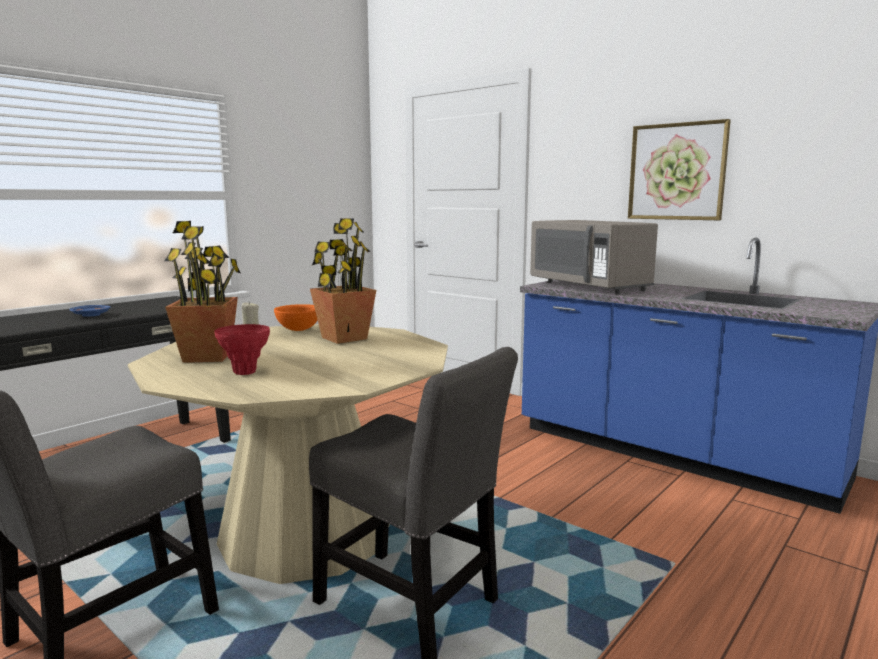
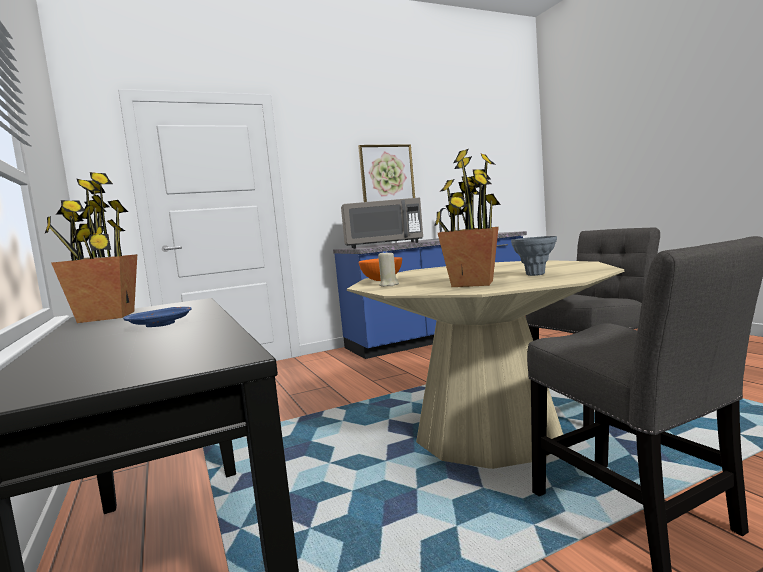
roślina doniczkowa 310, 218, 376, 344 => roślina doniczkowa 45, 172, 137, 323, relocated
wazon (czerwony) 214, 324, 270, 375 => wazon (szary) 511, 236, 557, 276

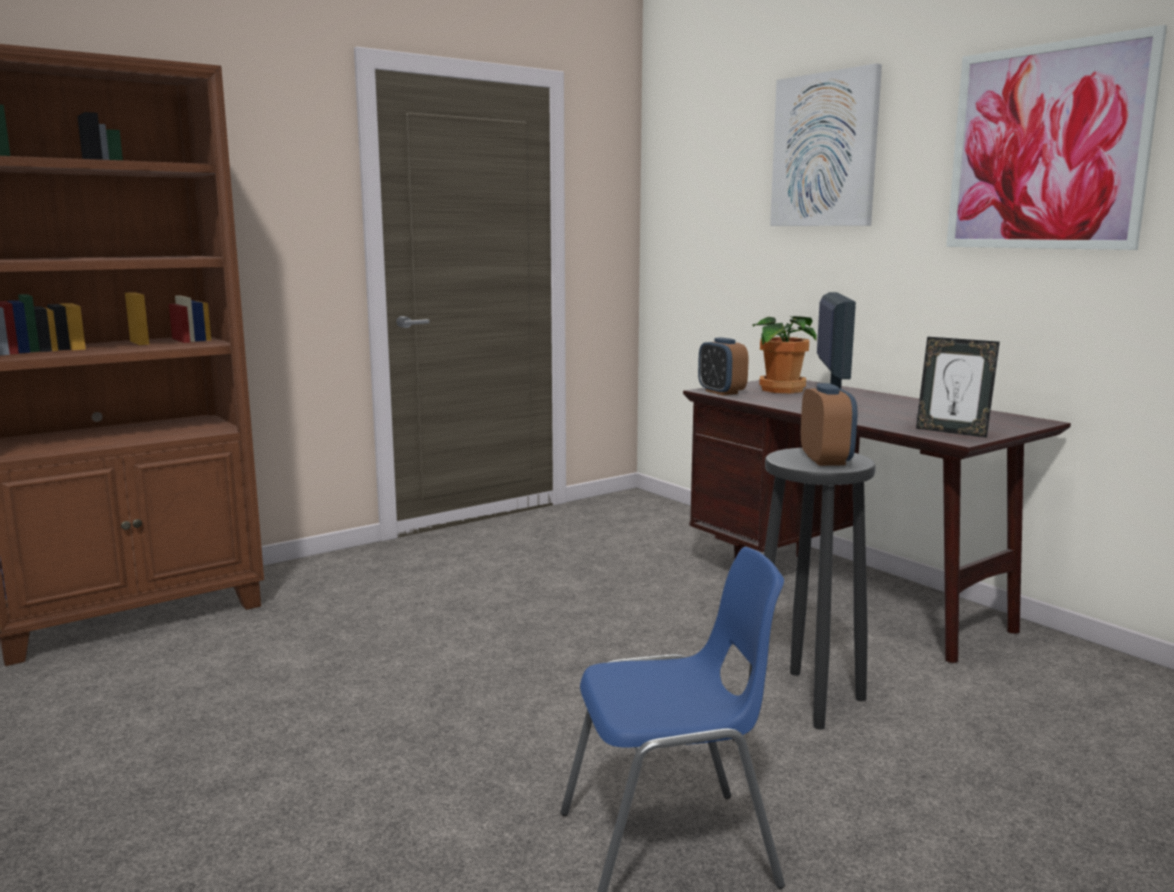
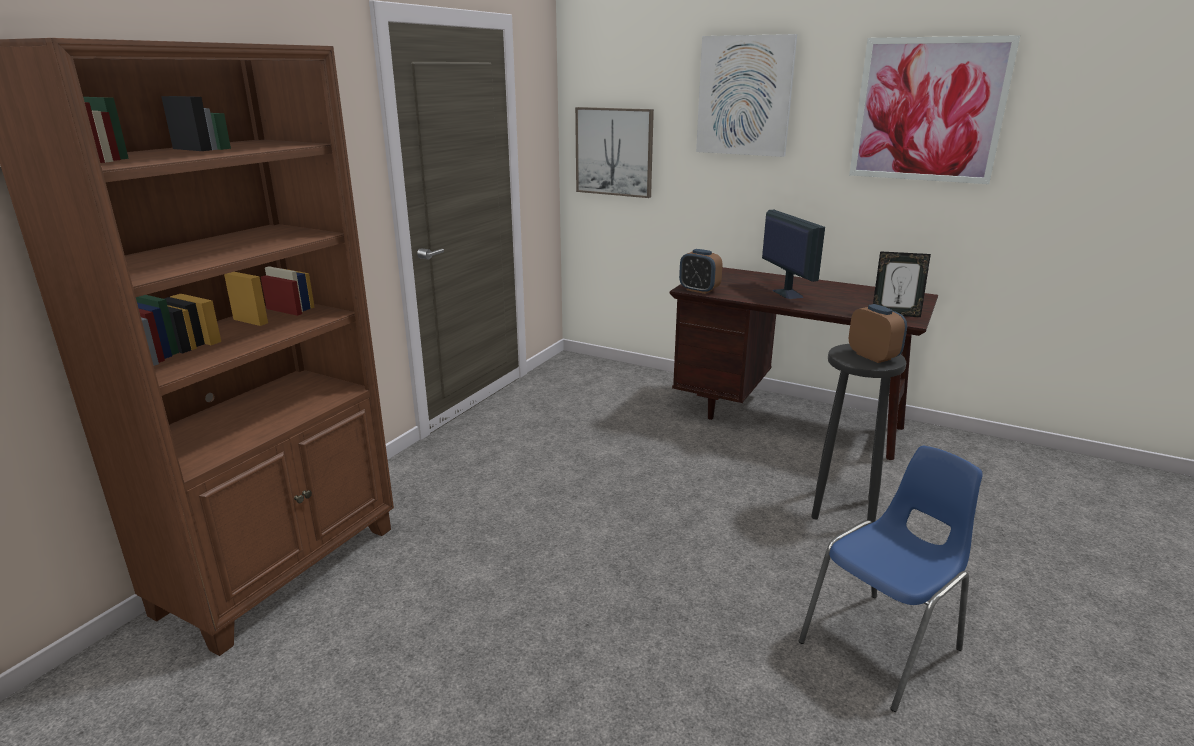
roślina doniczkowa 753, 316, 817, 393 => nothing
nothing => obraz 575, 107, 654, 198

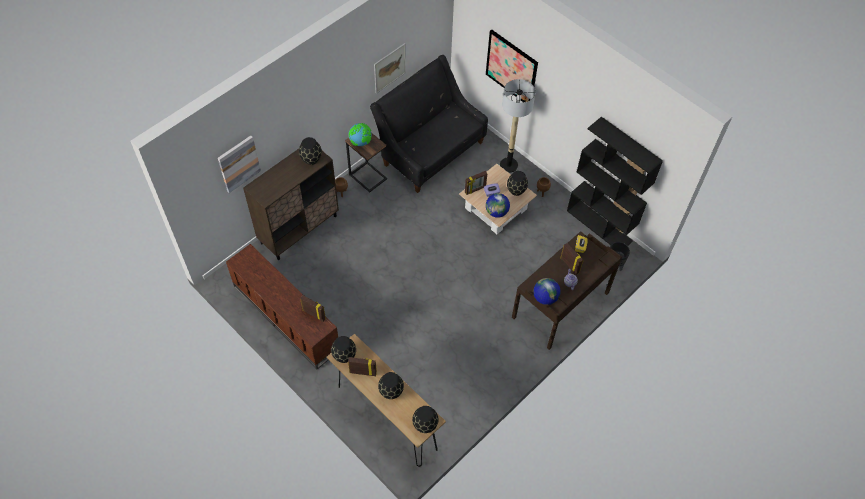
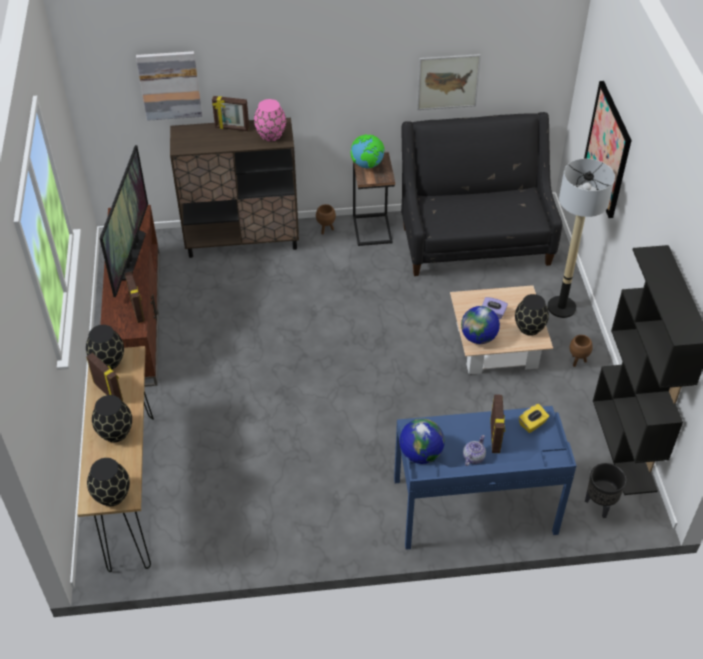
nothing => telewizor 100, 145, 148, 297
ramka na zdjęcie 465, 171, 487, 195 => ramka na zdjęcie 212, 96, 249, 131, relocated
wazon (czarny) 299, 137, 322, 165 => wazon (różowy) 254, 99, 286, 141
biurko (brązowy) 512, 231, 622, 350 => biurko (niebieski) 394, 406, 576, 550

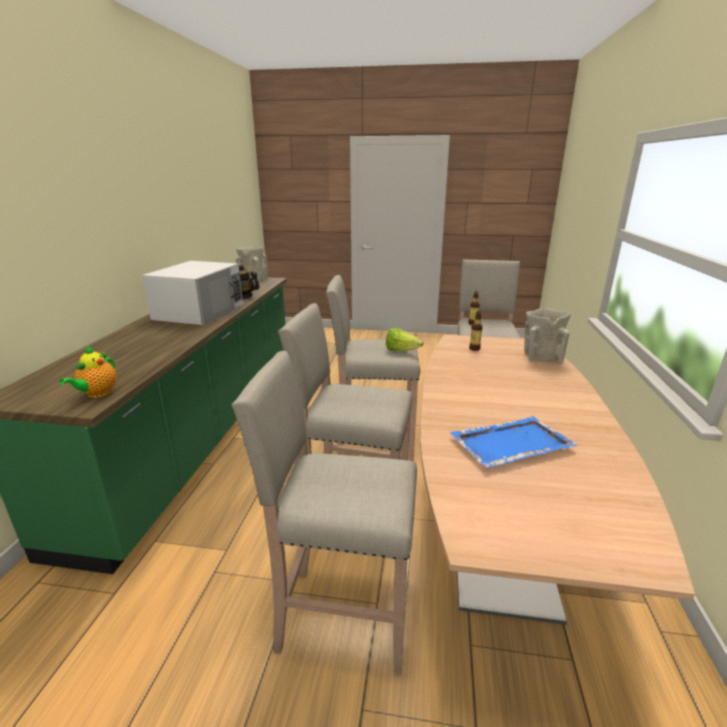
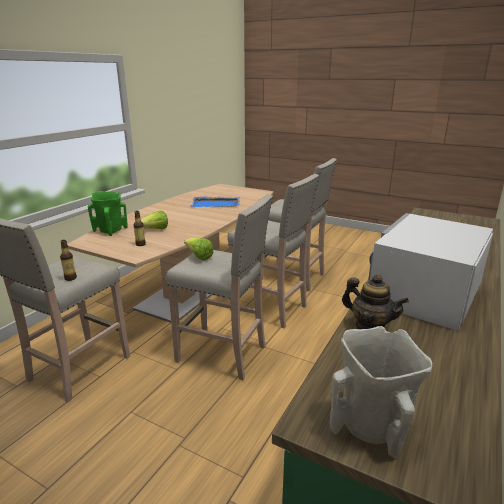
imbryk 59, 346, 117, 398 => nothing
nothing => sałata 141, 211, 168, 229
wazon (beżowy) 524, 308, 571, 364 => wazon (zielony) 88, 191, 128, 236

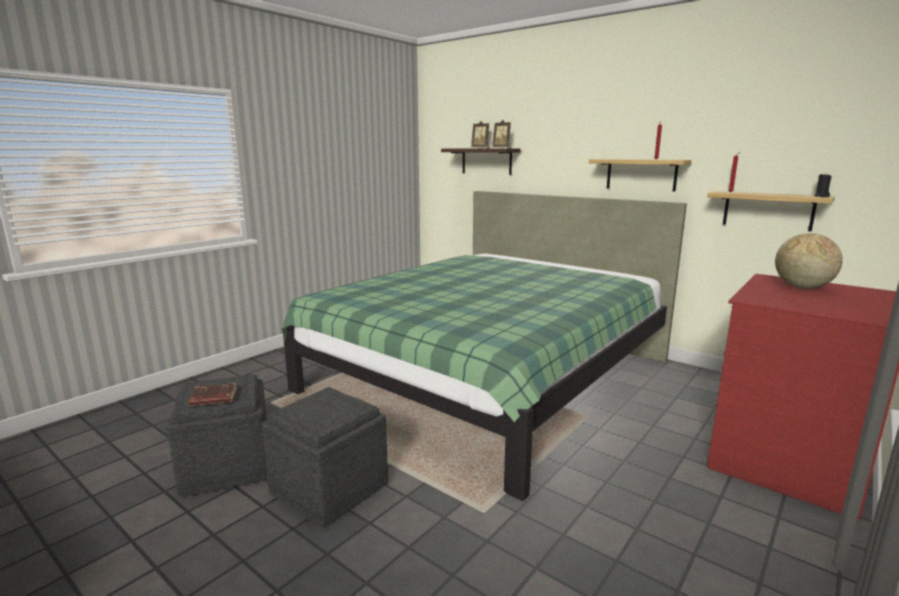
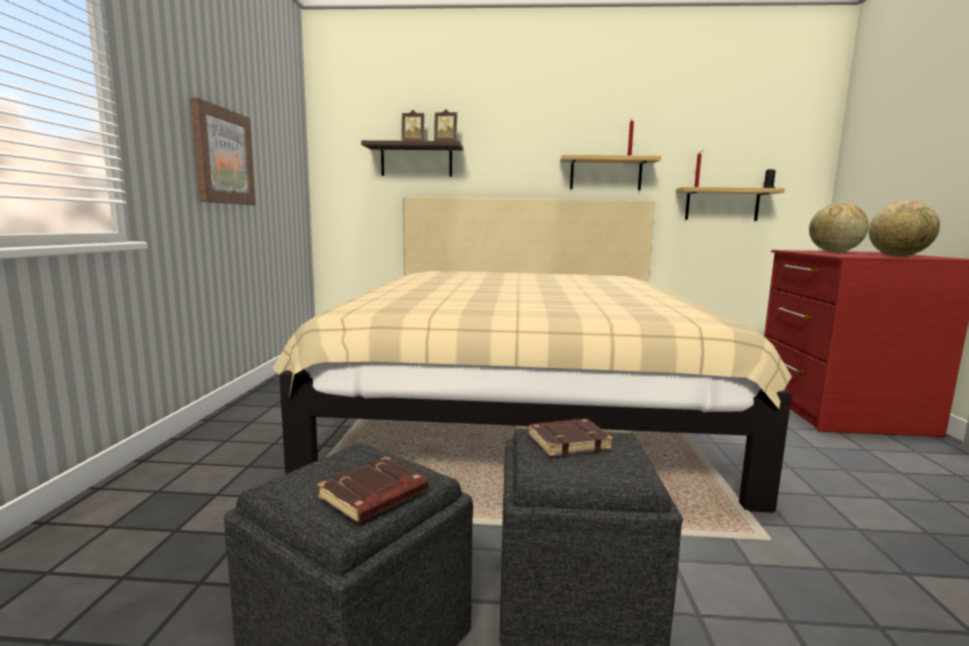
nothing => obraz 191, 98, 256, 205
nothing => książka (brązowy) 528, 419, 613, 457
nothing => globus 868, 200, 940, 256
łóżko (zielony) 282, 191, 687, 501 => łóżko (beżowy) 273, 197, 792, 513

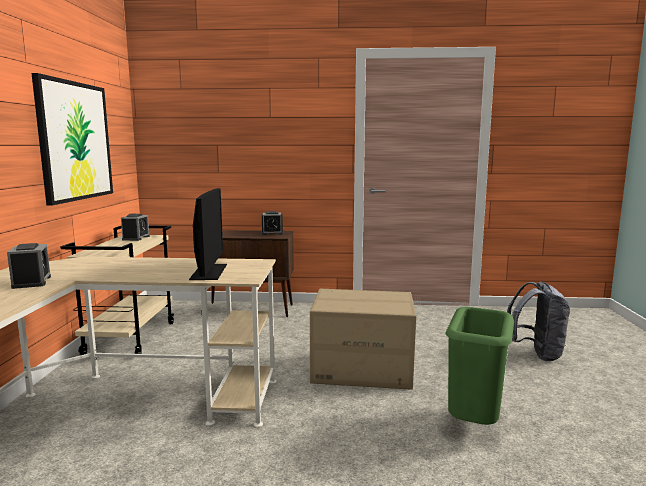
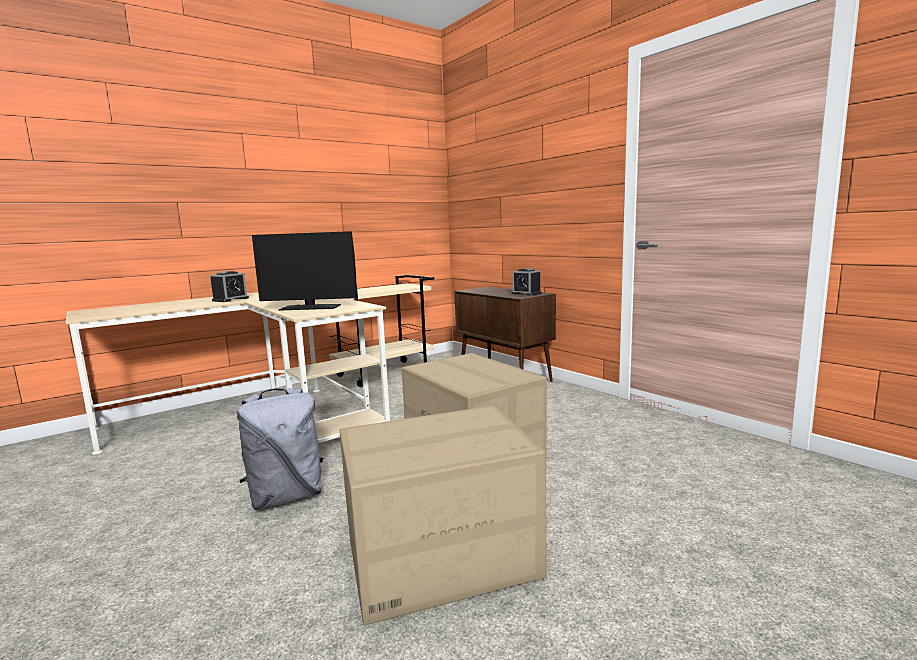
obraz 32, 73, 113, 206 => nothing
budzik 121, 214, 150, 241 => nothing
plecak (szary) 507, 282, 570, 361 => plecak (szary) 237, 388, 323, 510, relocated
kosz na śmieci (zielony) 445, 307, 514, 425 => karton 339, 405, 547, 625
monitor 189, 188, 227, 280 => monitor 252, 231, 357, 311, 45 degrees clockwise

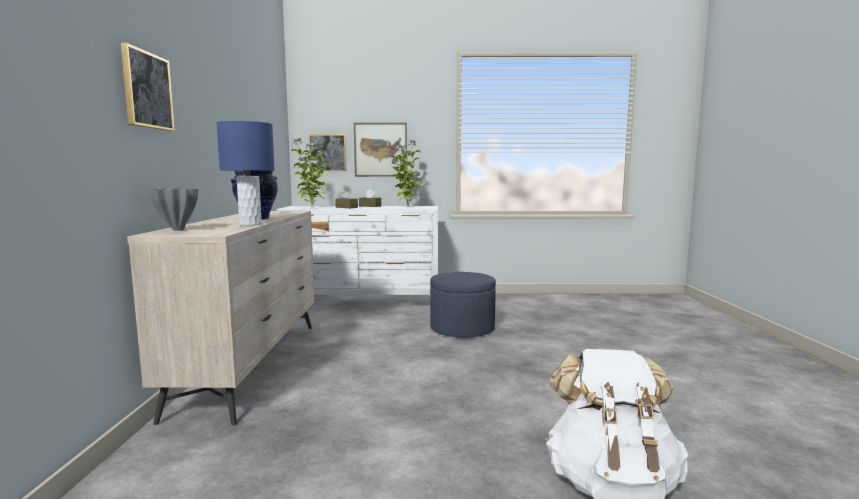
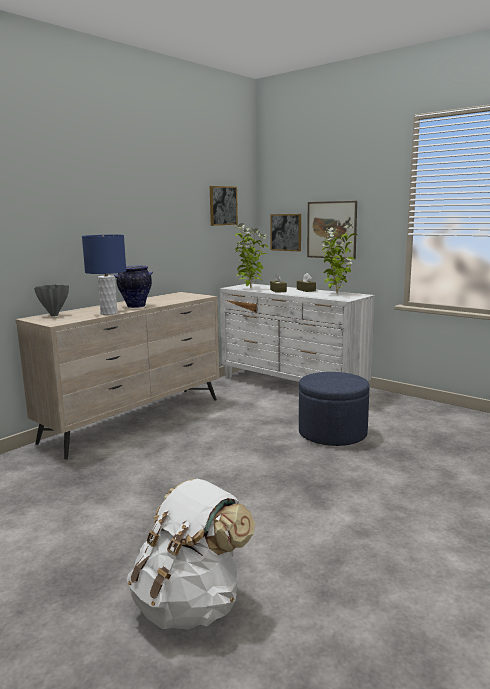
obraz 121, 43, 175, 131 => obraz 210, 186, 238, 226, relocated

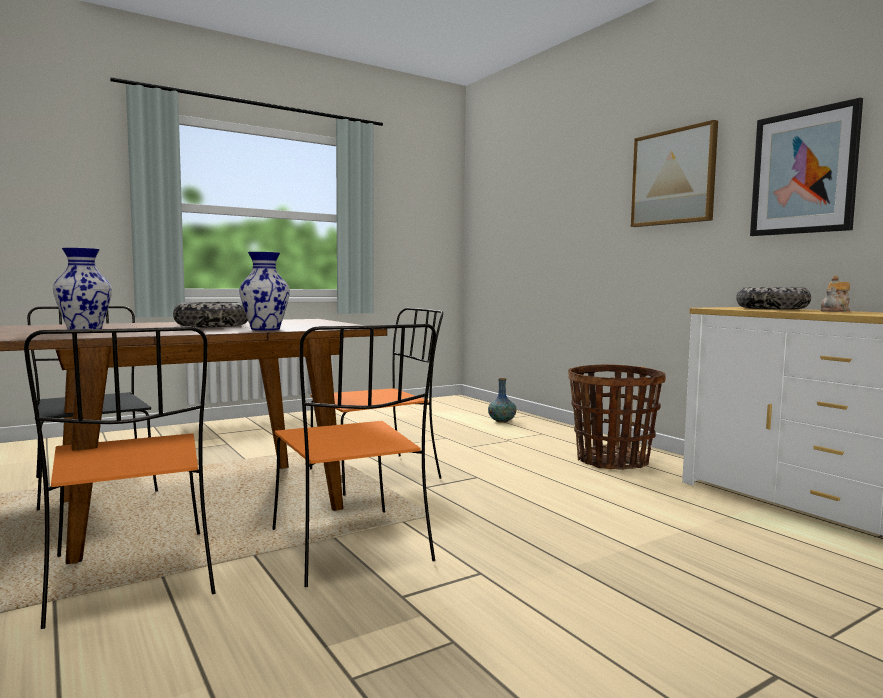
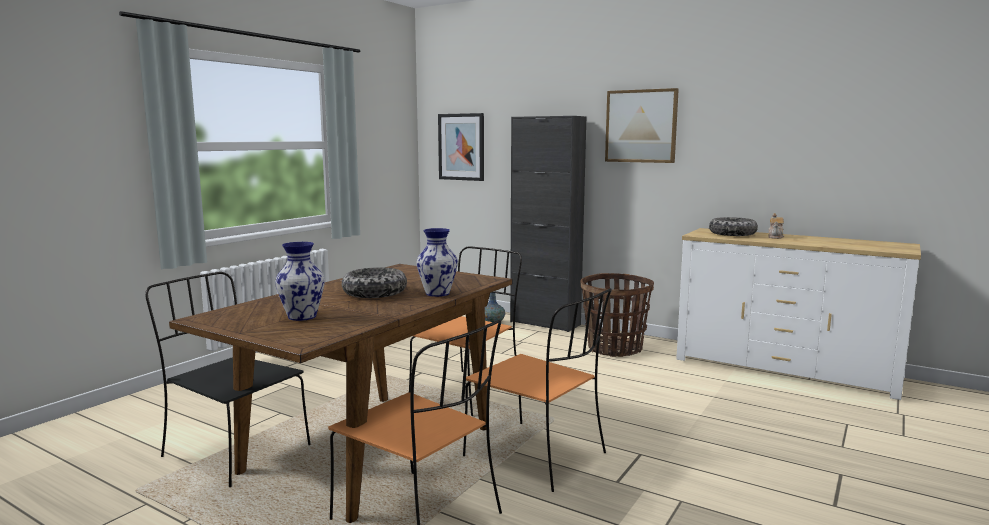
nothing => szafka (czarny) 510, 116, 586, 332
obraz 750, 97, 863, 236 => obraz 438, 113, 484, 181, relocated

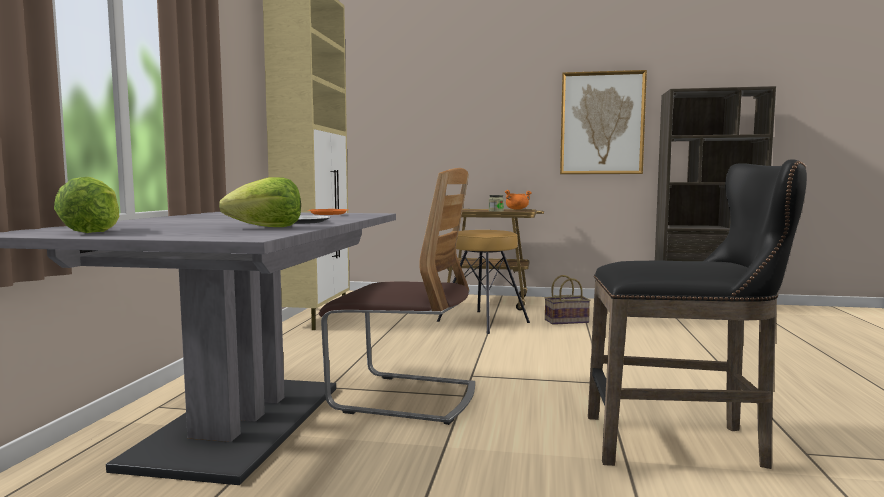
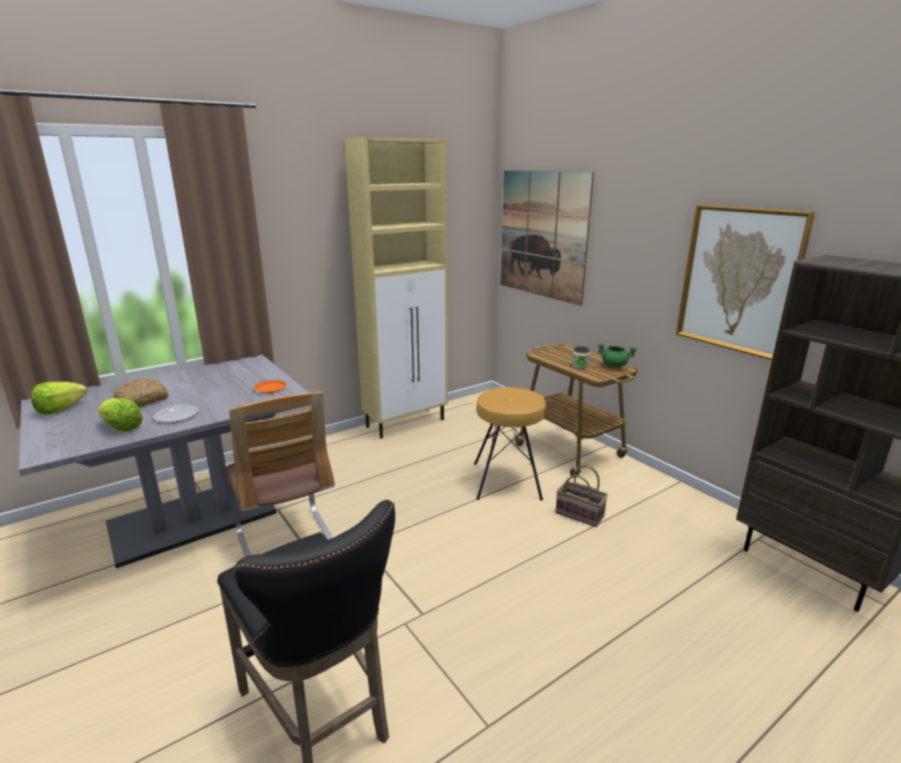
nothing => chleb 114, 378, 169, 407
nothing => obraz 500, 171, 594, 306
garnek (pomarańczowy) 505, 190, 532, 210 => garnek (zielony) 598, 343, 637, 367

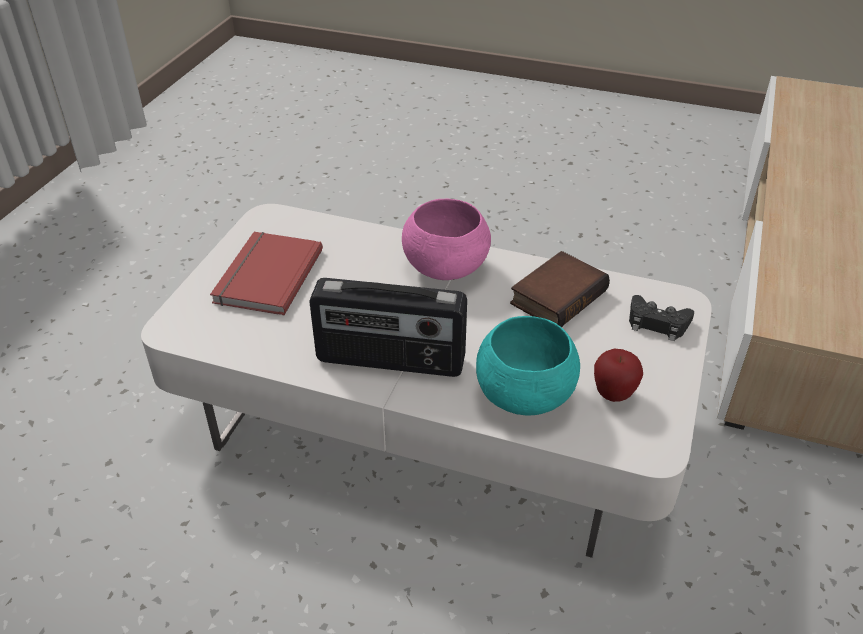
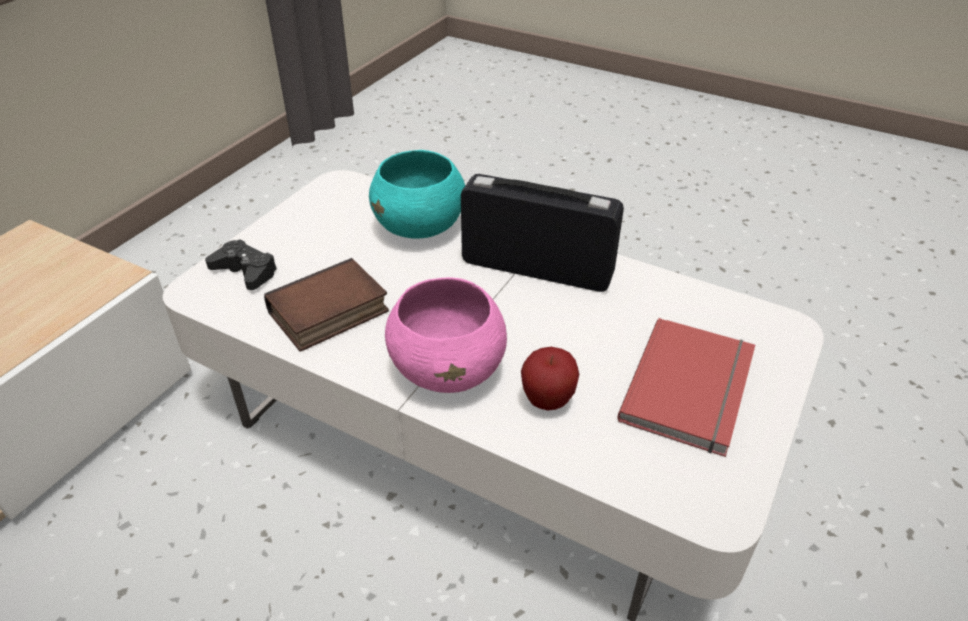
jabłko 594, 349, 643, 402 => jabłko 521, 347, 579, 410, relocated

